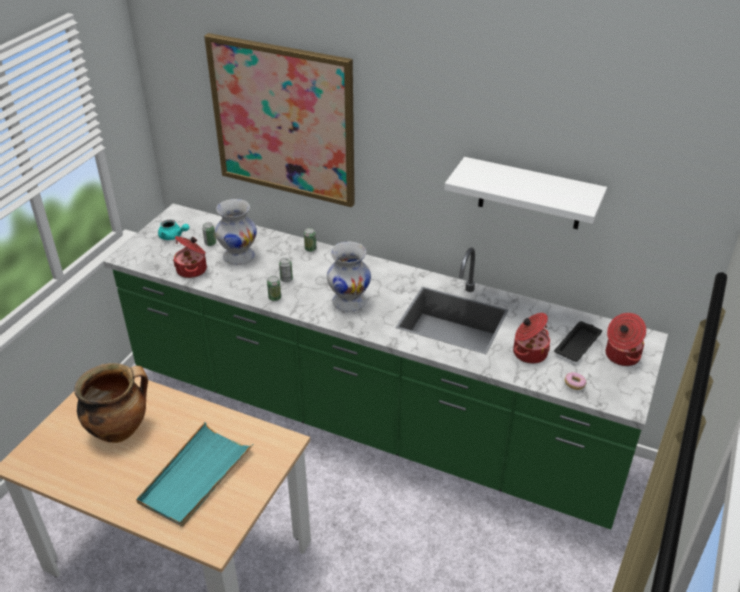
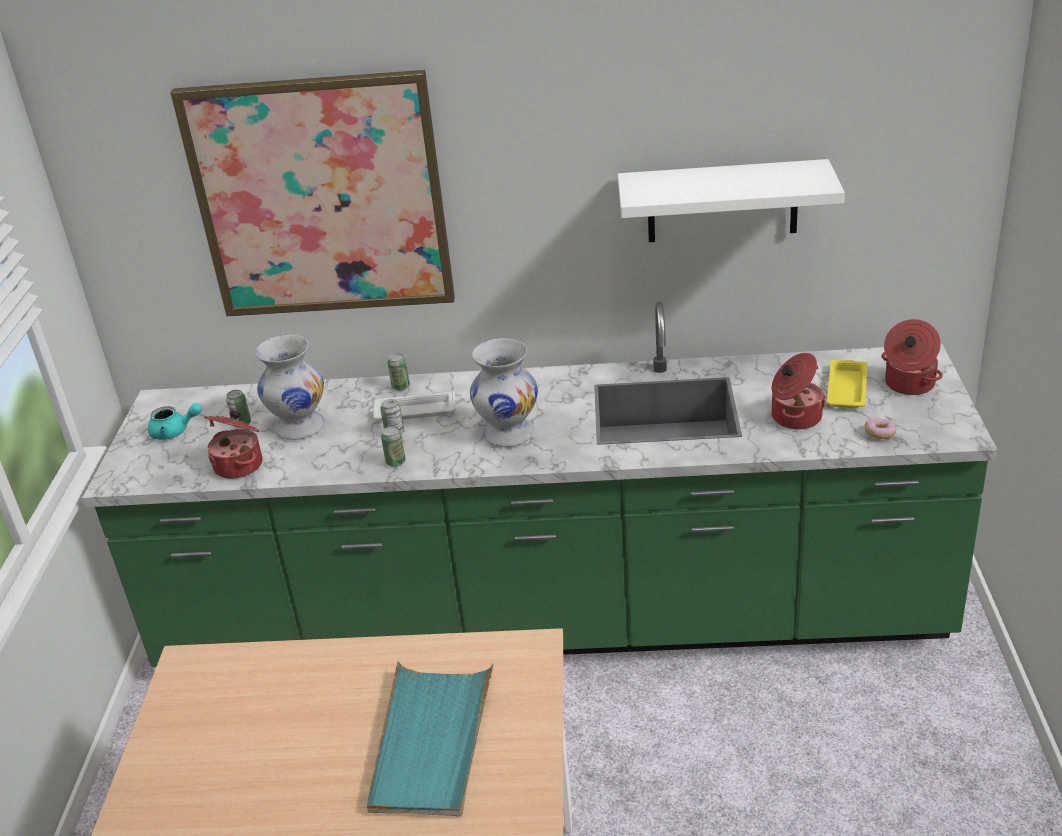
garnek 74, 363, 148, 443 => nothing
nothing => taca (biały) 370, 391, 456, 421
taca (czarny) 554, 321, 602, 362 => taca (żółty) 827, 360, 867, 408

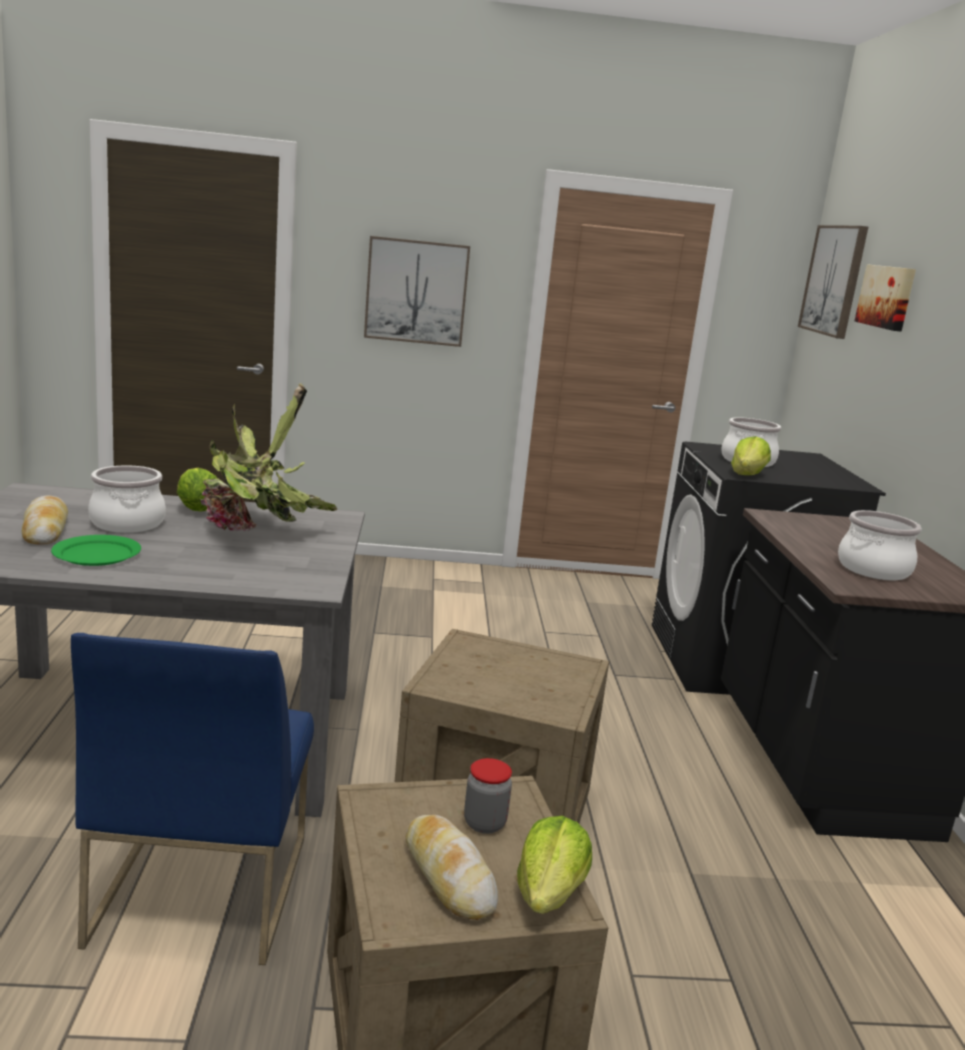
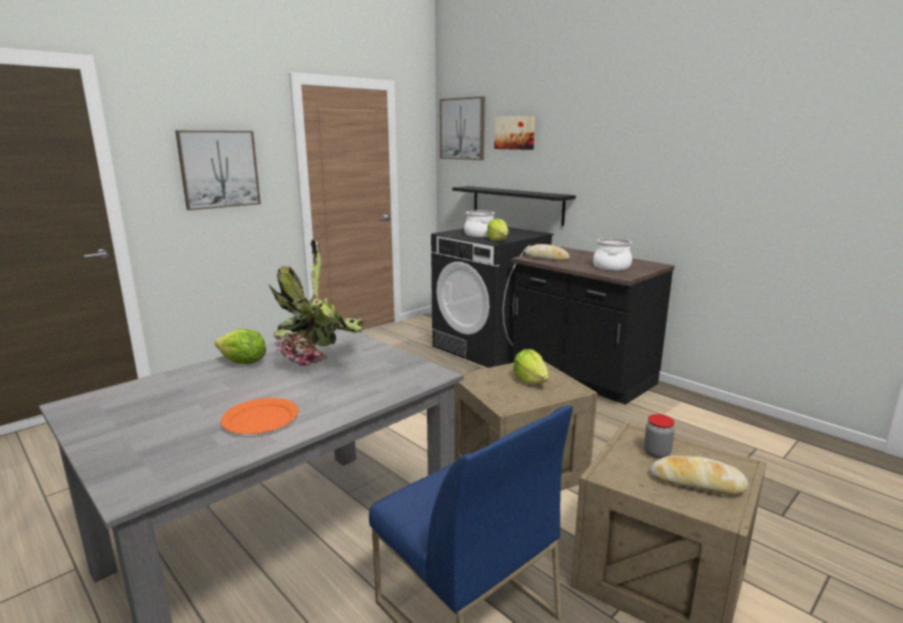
garnek 88, 465, 166, 533 => nothing
nothing => półka (czarny) 452, 186, 576, 226
chleb 22, 496, 68, 545 => chleb 525, 244, 570, 261, relocated
sałata 517, 816, 592, 914 => sałata 513, 349, 549, 385, relocated
talerz (zielony) 51, 535, 141, 566 => talerz (pomarańczowy) 221, 398, 299, 434

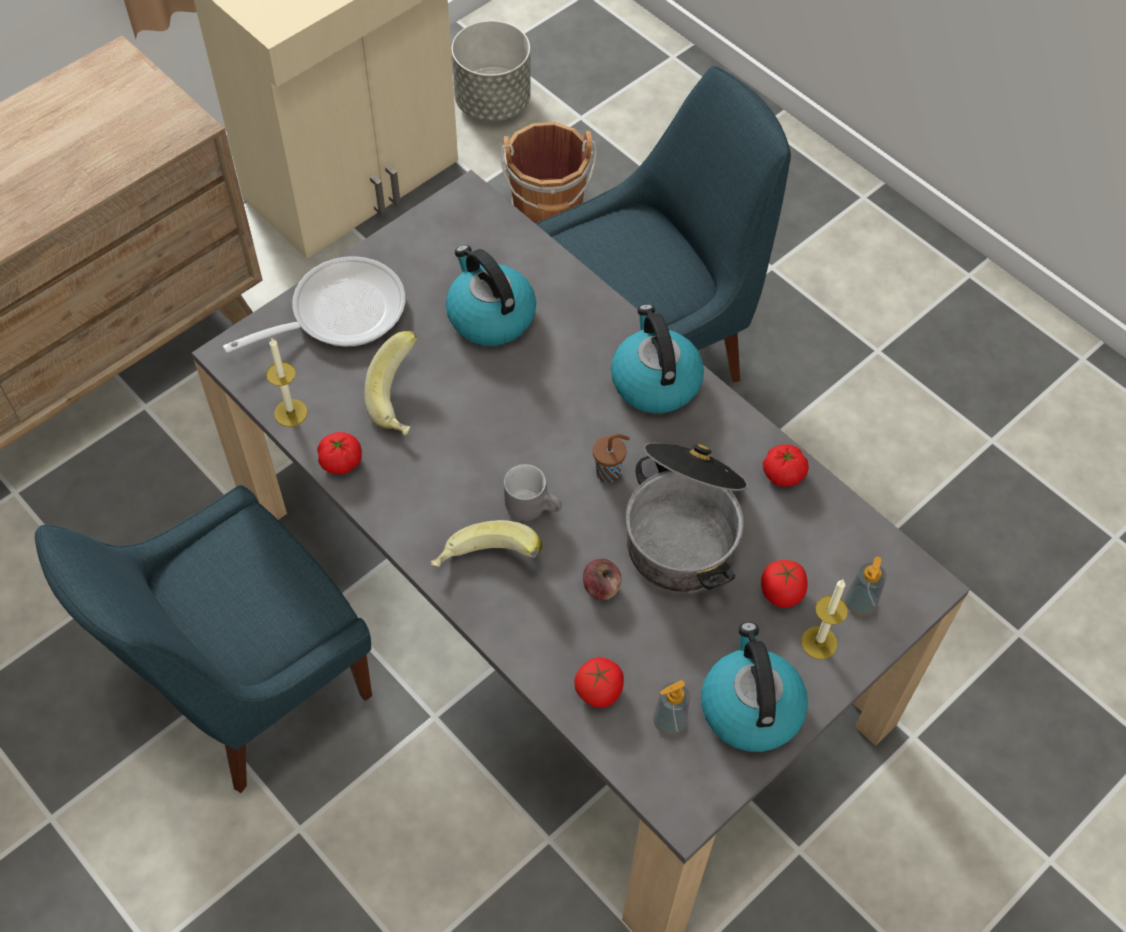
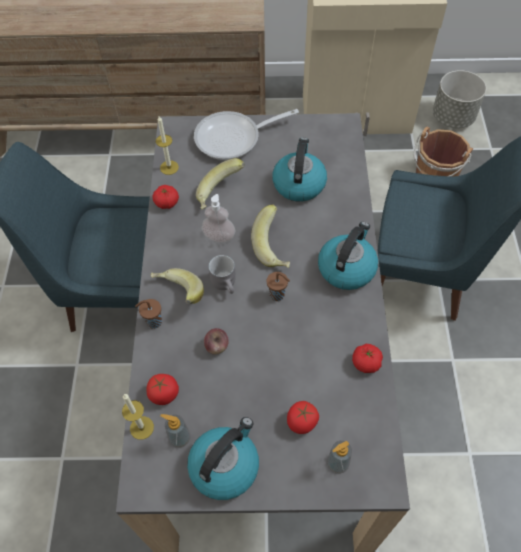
garnek 626, 443, 748, 592 => nothing
nothing => filiżanka (brązowy) 135, 299, 162, 329
nothing => dozownik mydła 201, 194, 235, 243
nothing => banan 251, 204, 290, 268
świeca 801, 580, 848, 659 => świeca 122, 394, 154, 440, relocated
patelnia 223, 256, 405, 353 => patelnia 194, 109, 299, 160, 150 degrees clockwise

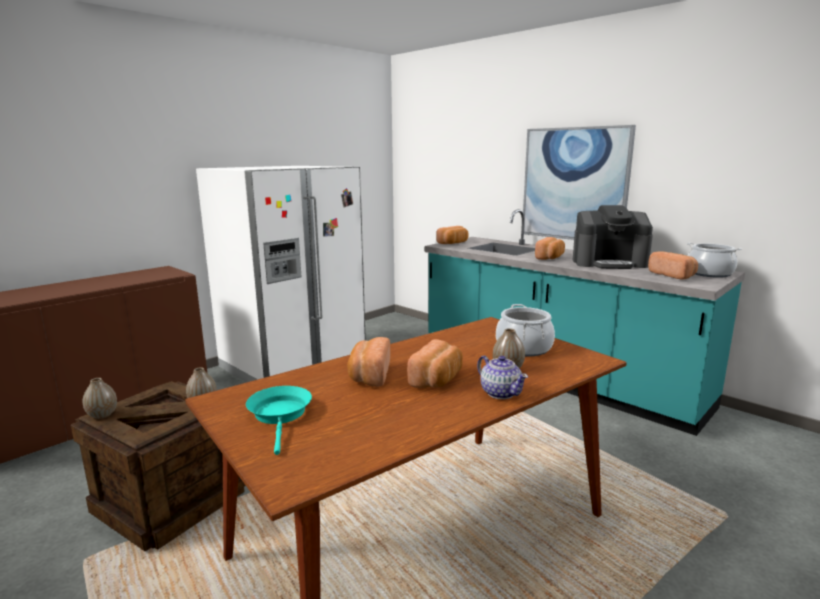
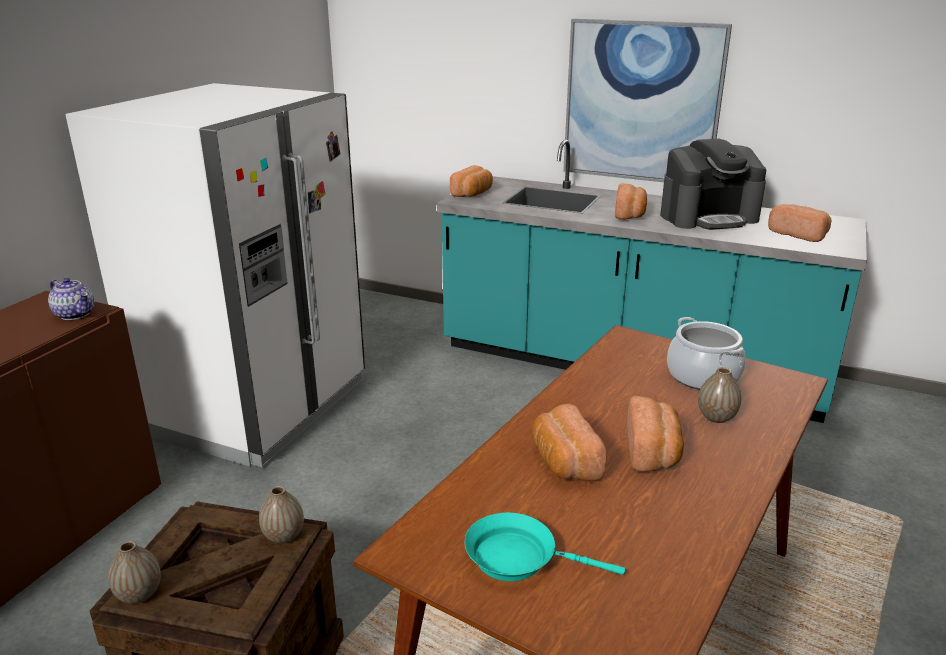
garnek 687, 243, 742, 278 => nothing
imbryk 477, 356, 528, 399 => imbryk 48, 278, 94, 320, relocated
patelnia (turkusowy) 246, 386, 312, 455 => patelnia (turkusowy) 465, 513, 625, 581, 45 degrees counterclockwise

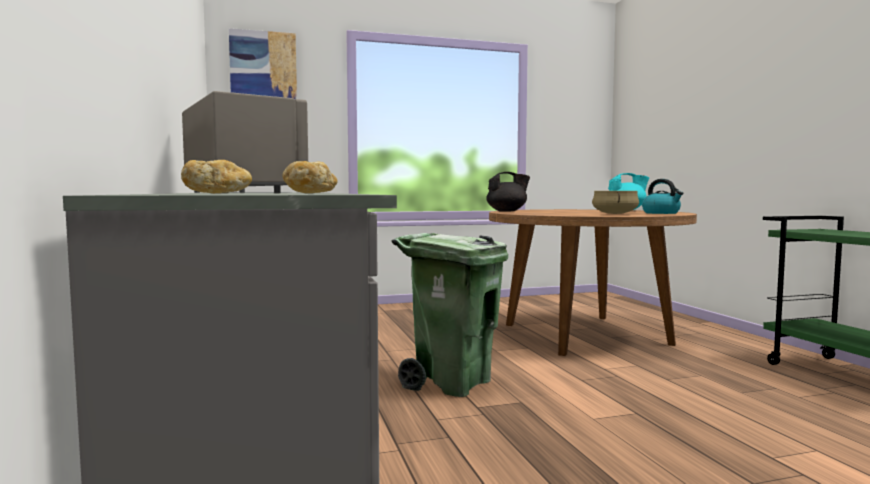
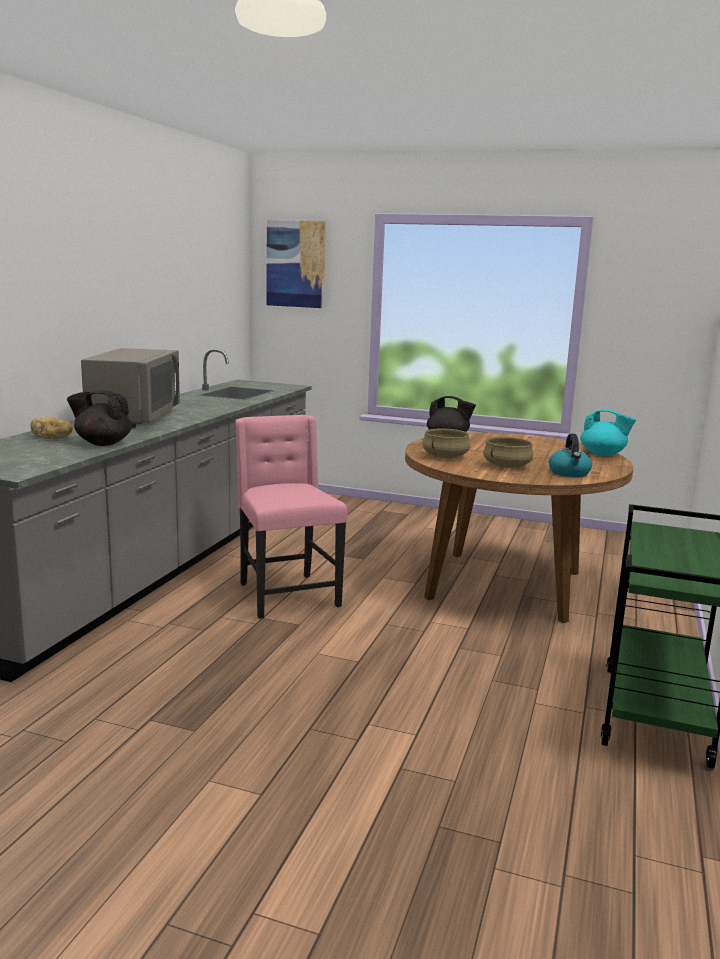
nothing => garnek (beżowy) 422, 428, 470, 458
chleb 282, 161, 338, 193 => imbryk (czarny) 67, 390, 132, 446
kosz na śmieci (zielony) 392, 233, 508, 397 => krzesło (różowy) 235, 415, 347, 618

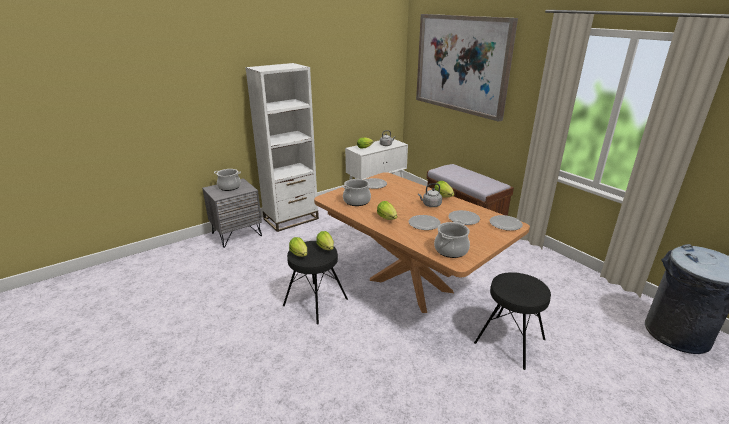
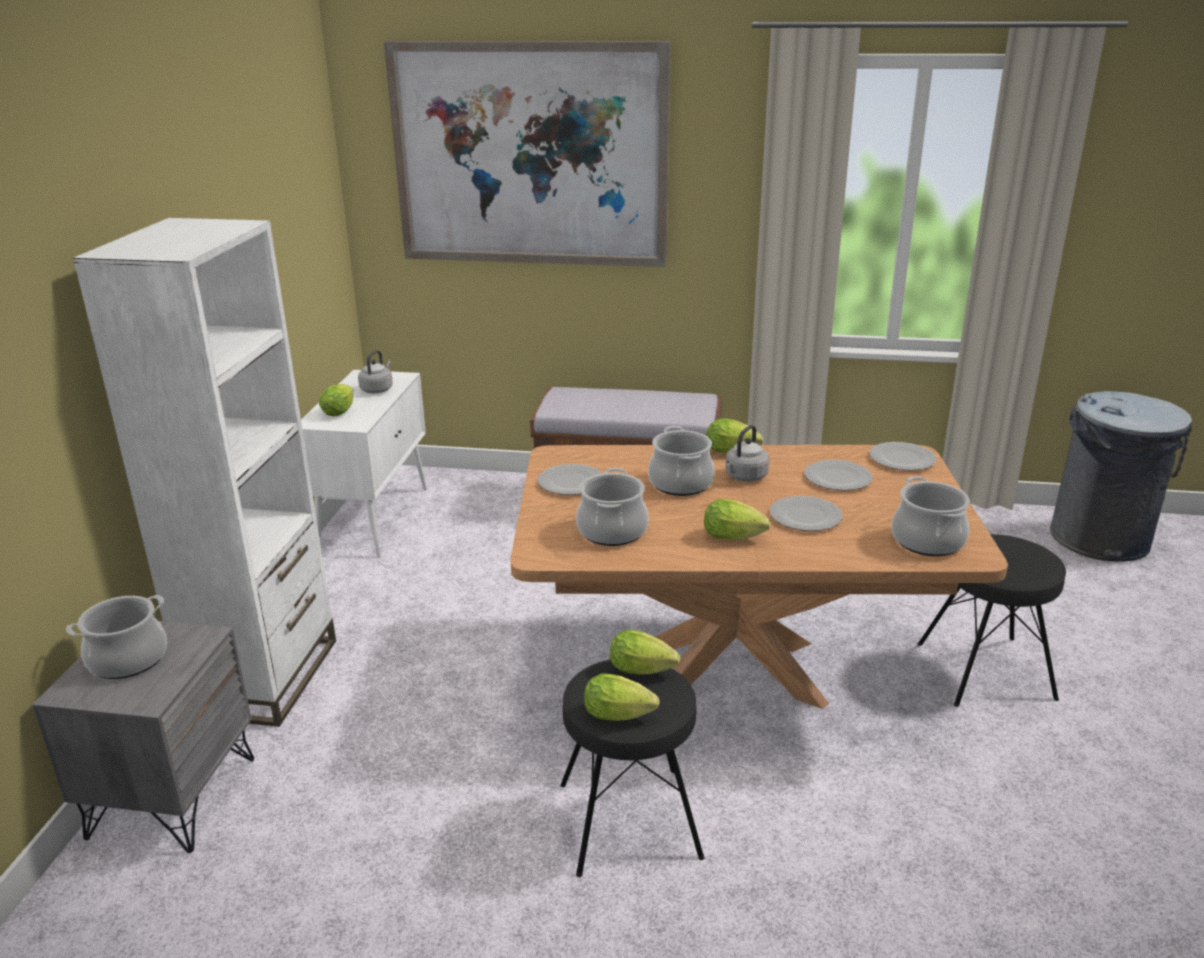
nothing => garnek 648, 426, 715, 496

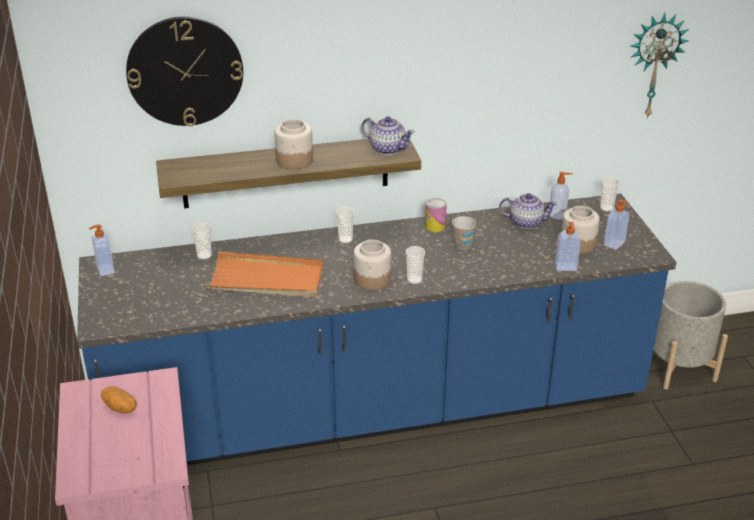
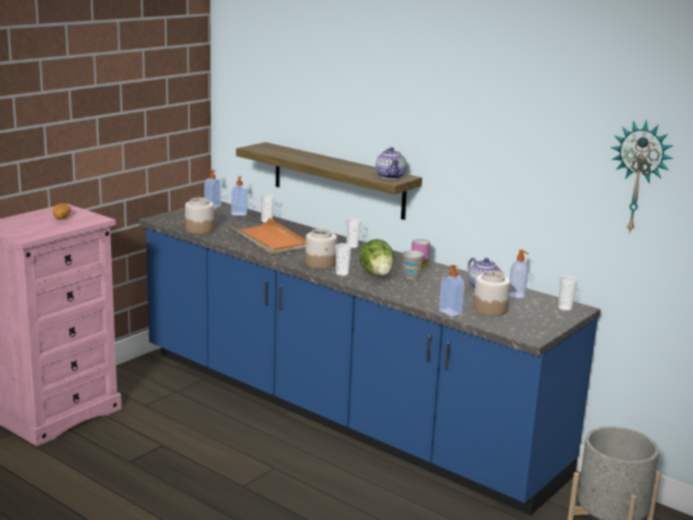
zegar ścienny 126, 16, 243, 126 => nothing
nothing => sałata 359, 239, 395, 276
słoik 274, 119, 313, 169 => słoik 185, 197, 214, 234, relocated
dozownik mydła 604, 199, 629, 250 => dozownik mydła 231, 176, 247, 216, relocated

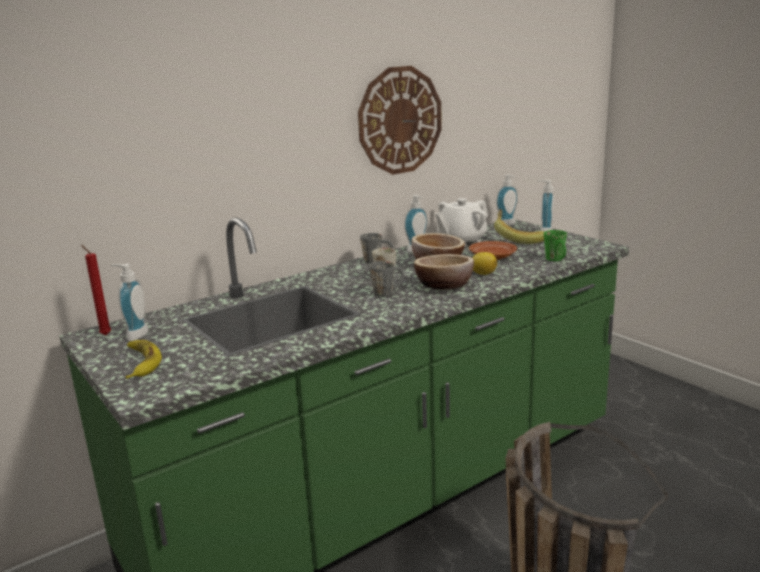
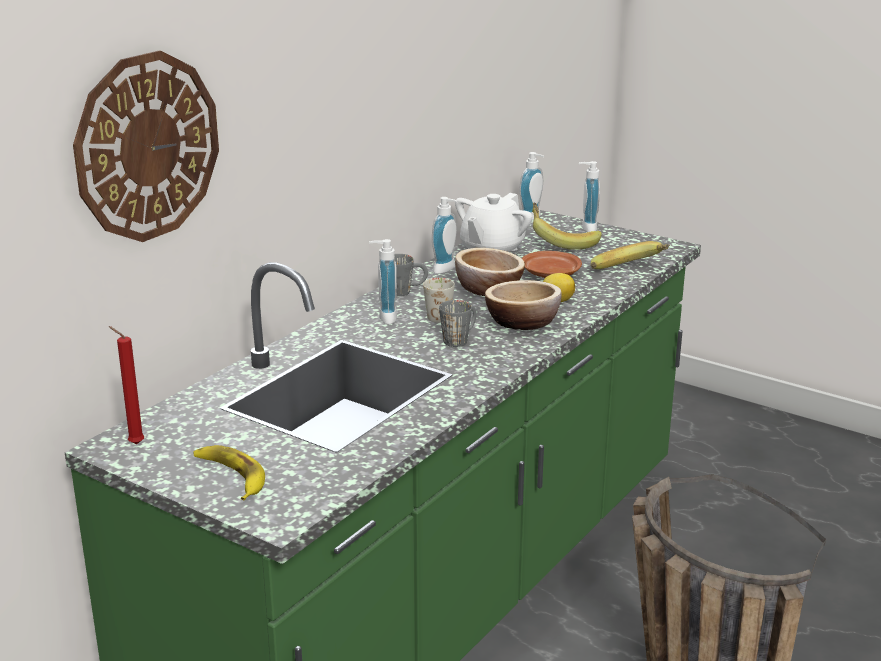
dozownik mydła 111, 264, 149, 341 => dozownik mydła 369, 239, 397, 324, relocated
zegar ścienny 358, 66, 442, 175 => zegar ścienny 73, 51, 219, 242, relocated
kubek (zielony) 544, 230, 567, 261 => banan 591, 241, 670, 269

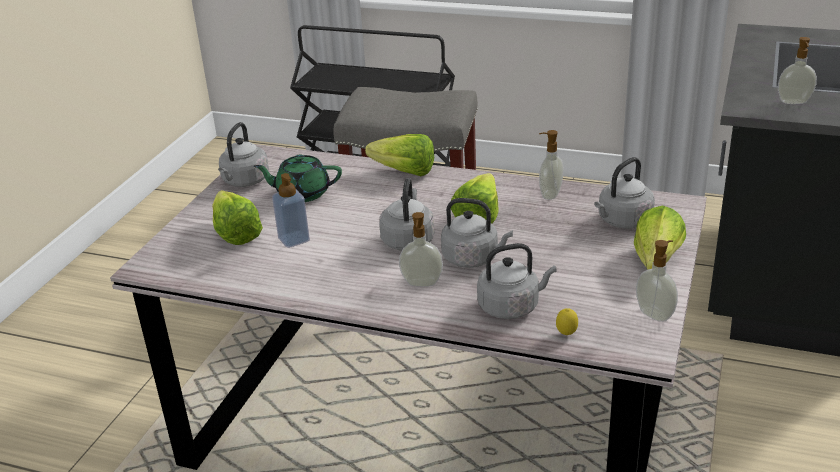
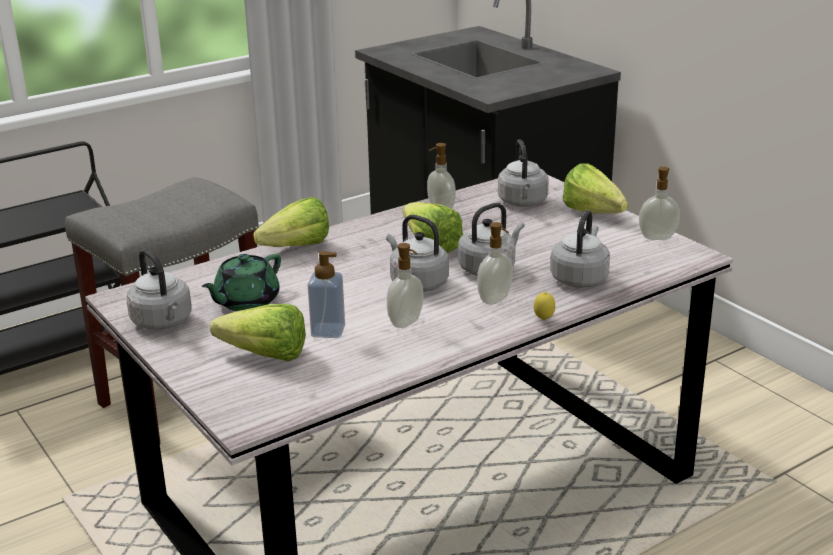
cytryna 556, 308, 578, 335 => cytryna 534, 292, 555, 320, relocated
dozownik mydła 778, 37, 817, 104 => dozownik mydła 387, 243, 424, 328, relocated

